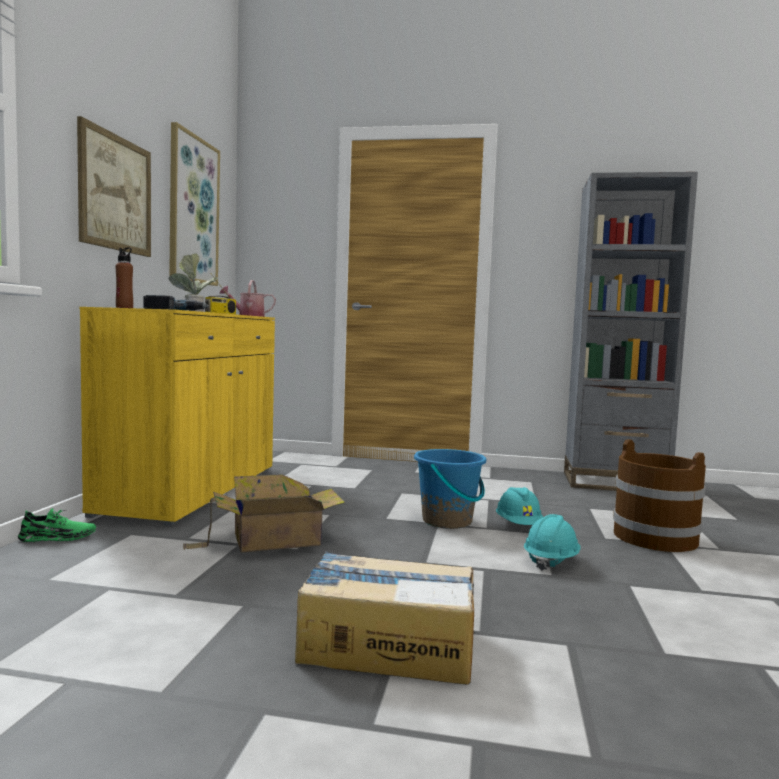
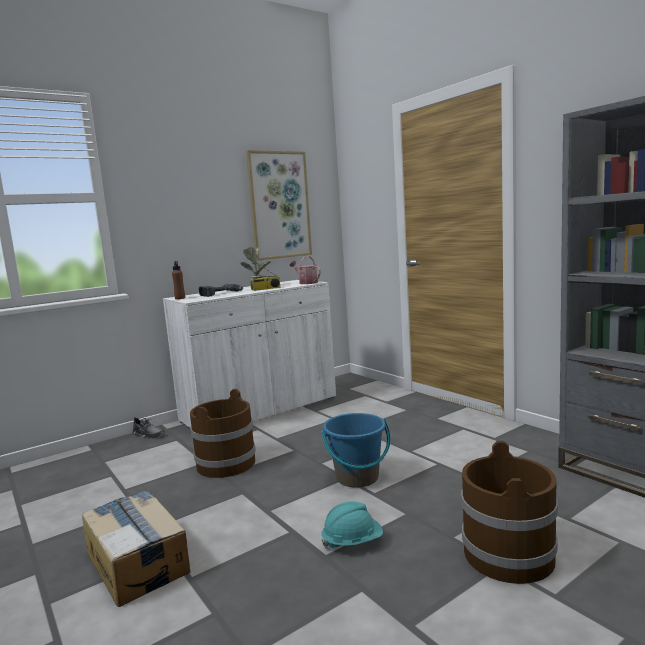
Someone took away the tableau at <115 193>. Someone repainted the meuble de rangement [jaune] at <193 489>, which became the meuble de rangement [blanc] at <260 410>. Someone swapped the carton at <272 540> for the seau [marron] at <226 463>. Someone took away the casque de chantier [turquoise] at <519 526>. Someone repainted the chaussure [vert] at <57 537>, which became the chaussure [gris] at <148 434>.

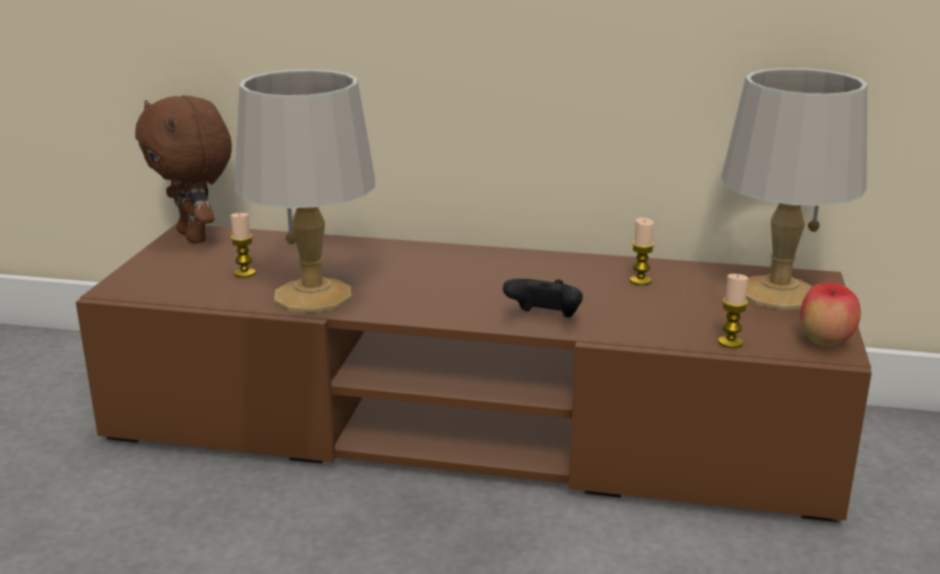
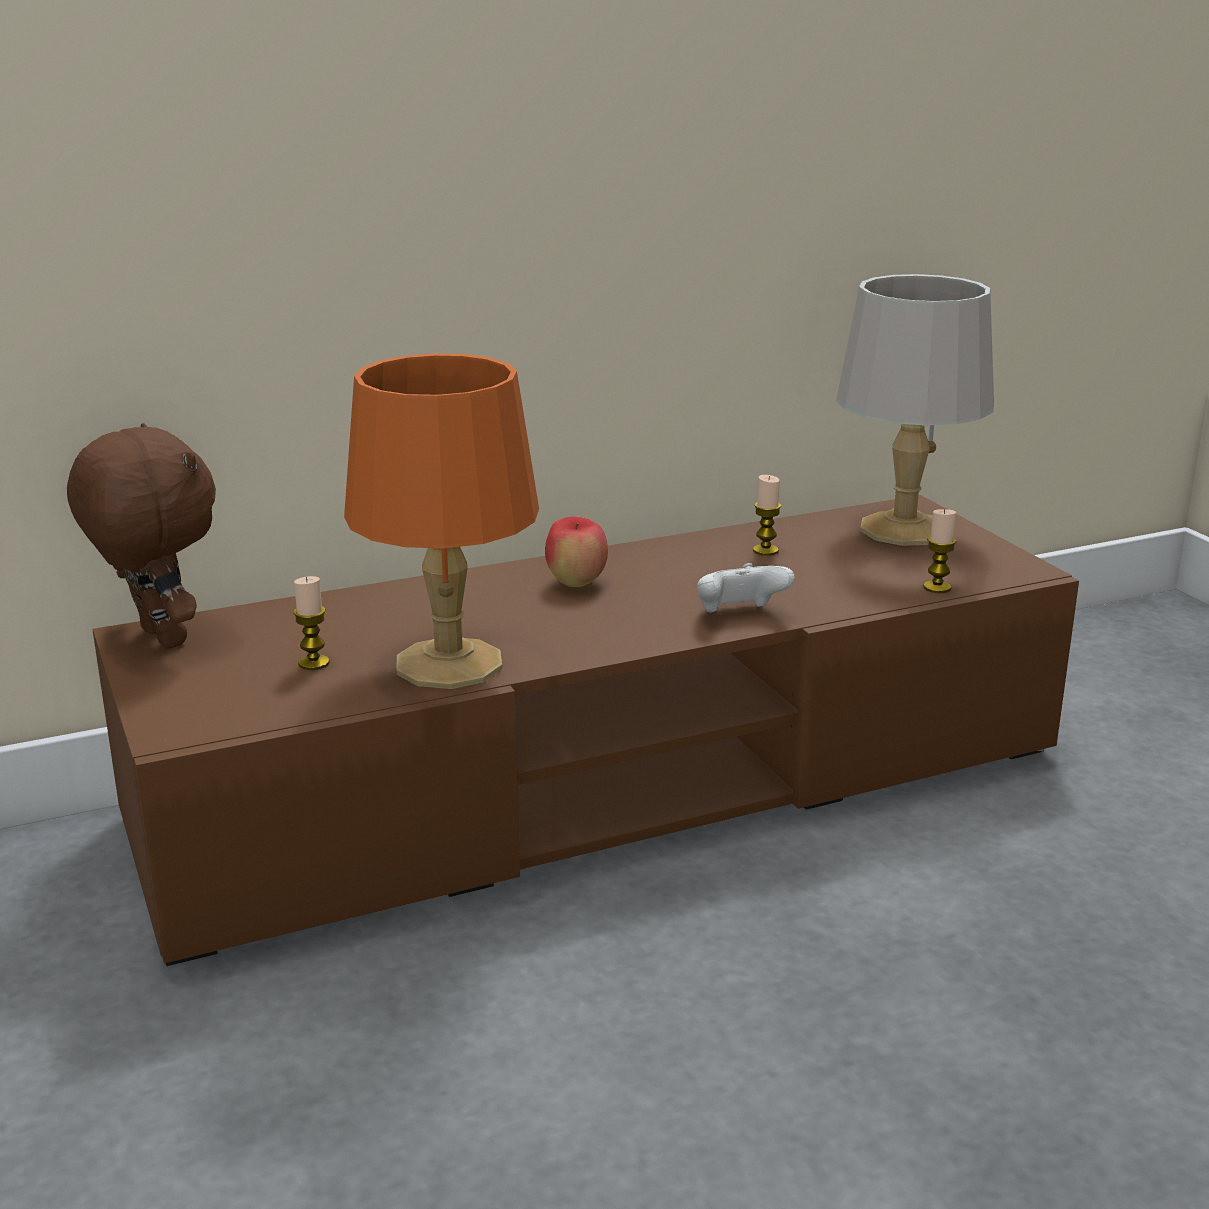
Someone repainted the lampe de table [gris] at <315 296>, which became the lampe de table [orange] at <451 663>. Someone rotated the peluche [marron] at <195 237> by 150 degrees counterclockwise. Someone repainted the manette [noir] at <544 319>, which became the manette [blanc] at <739 615>. Someone carried the pomme from <825 343> to <576 584>.

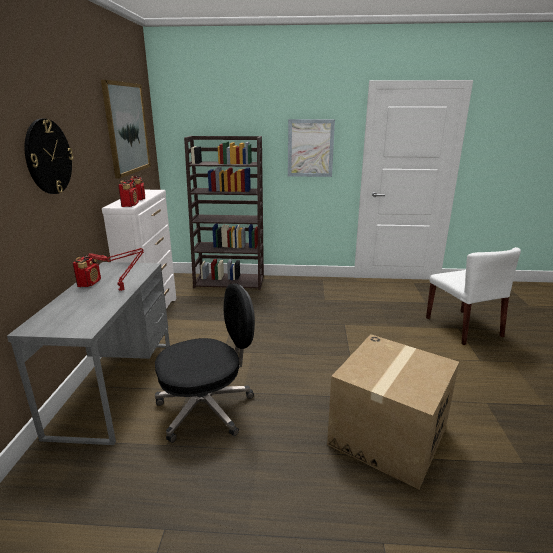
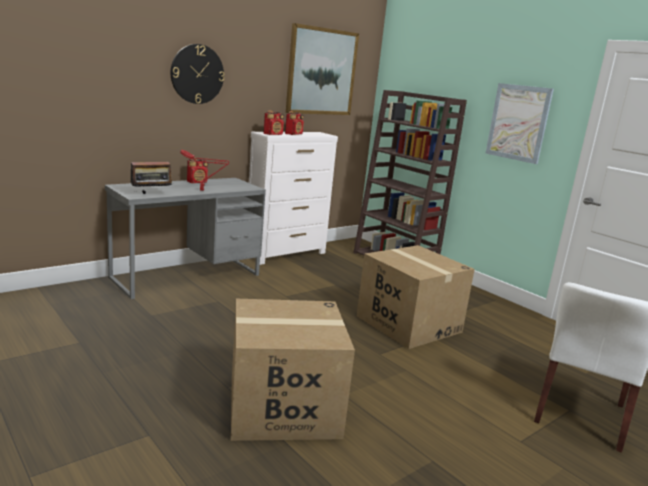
Someone took away the chaise de bureau [noir] at <207 408>. Someone put down the radio at <151 194>. Someone put down the carton at <408 324>.

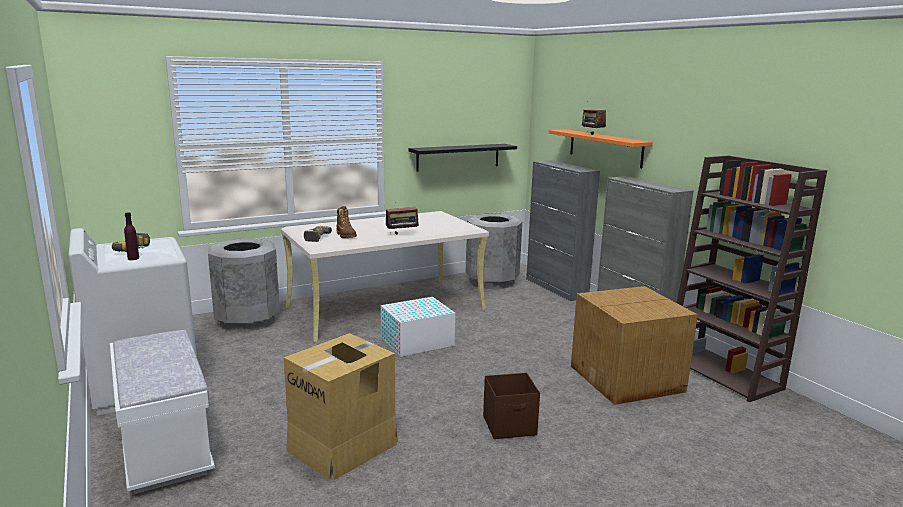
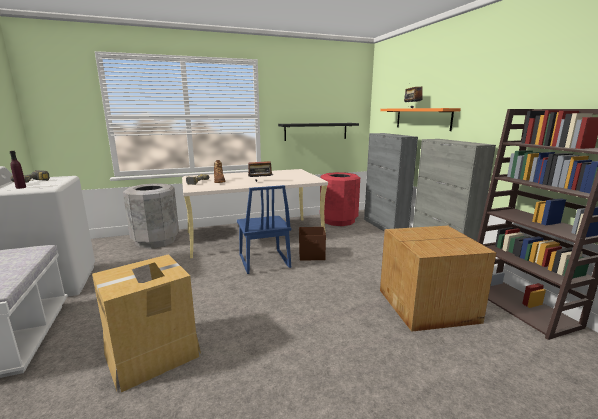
Someone repainted the poubelle [gris] at <492 282>, which became the poubelle [rouge] at <338 221>. Someone swapped the boîte de rangement [blanc] at <416 342> for the chaise [bleu] at <263 262>. Someone carried the boîte de rangement [marron] from <510 426> to <312 255>.

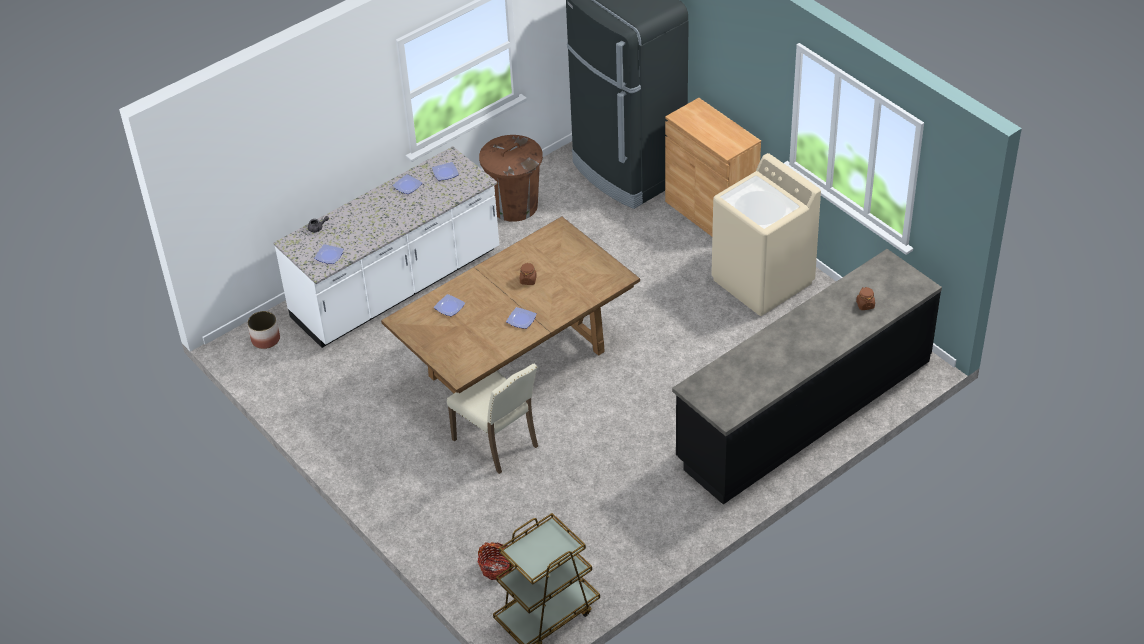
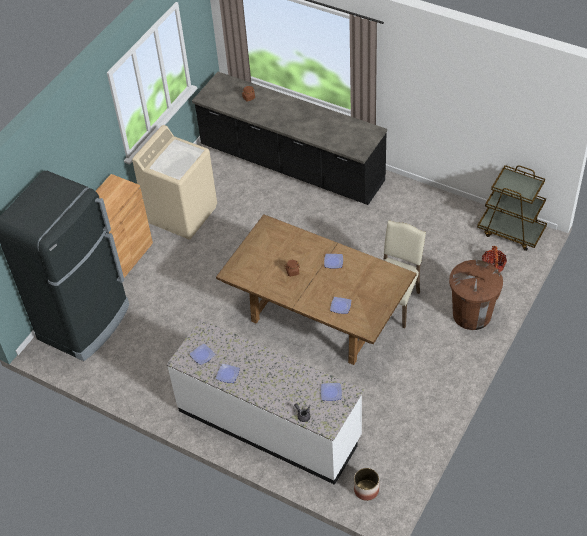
Someone carried the poubelle [marron] from <514 206> to <472 315>.

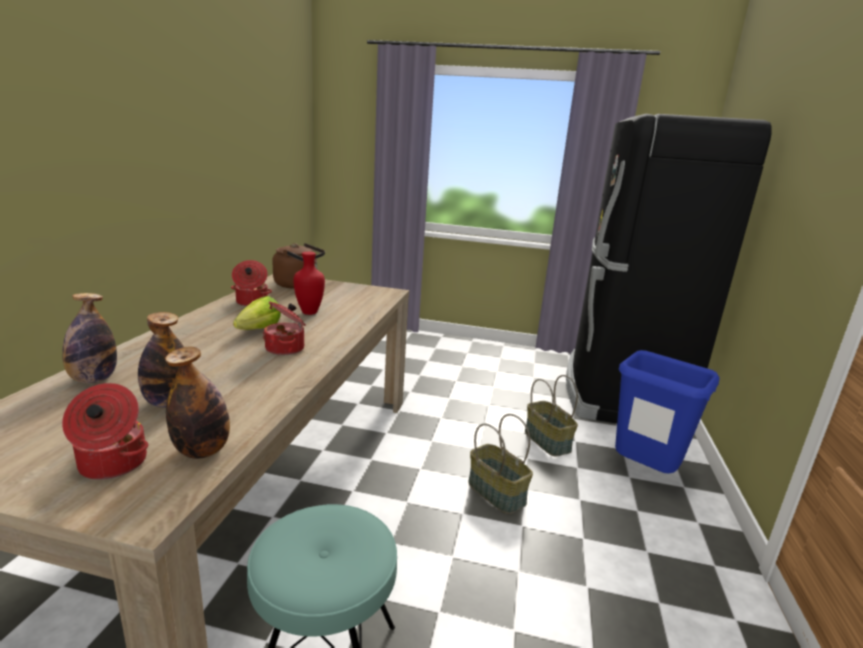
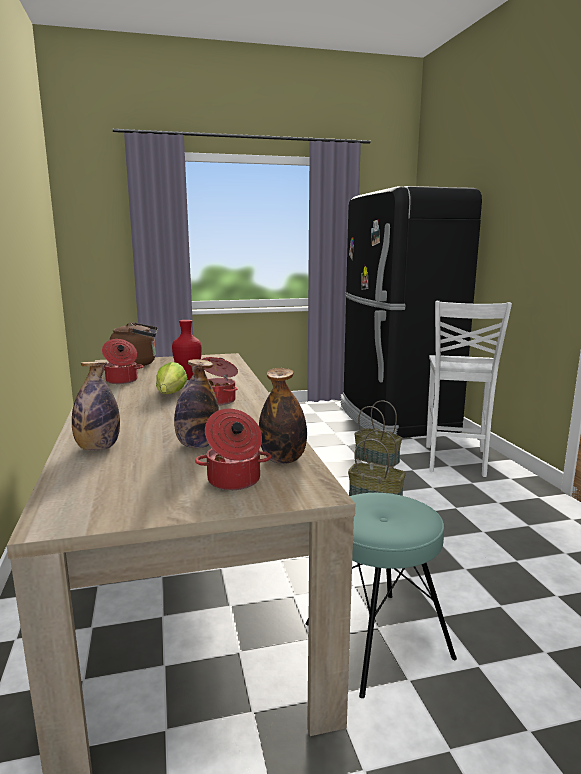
Someone swapped the poubelle [bleu] at <642 473> for the chaise [blanc] at <455 461>.

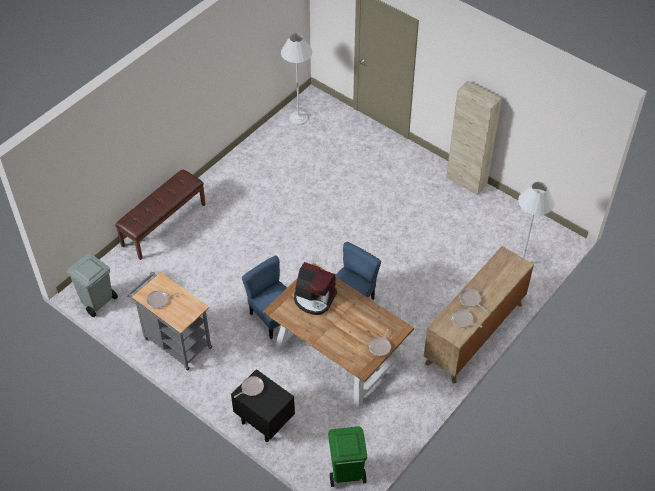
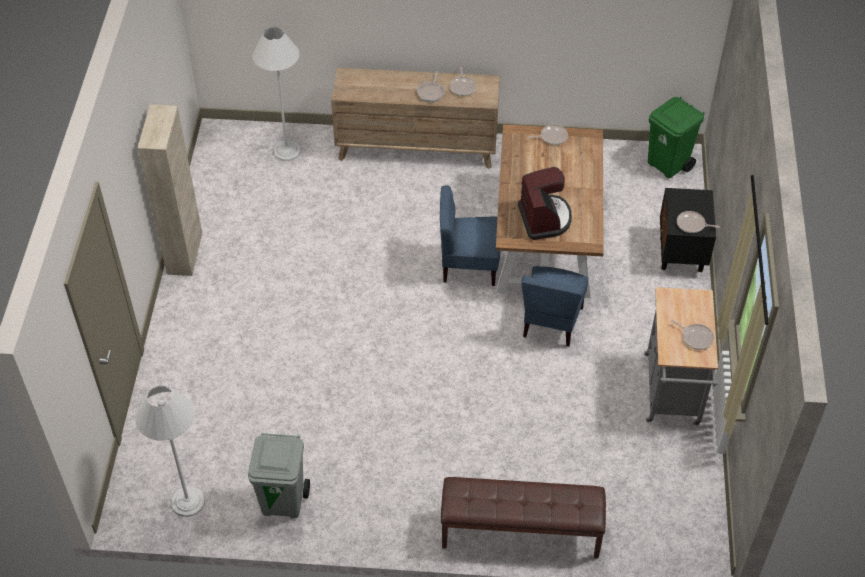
Someone carried the poubelle [gris] from <97 302> to <284 501>.

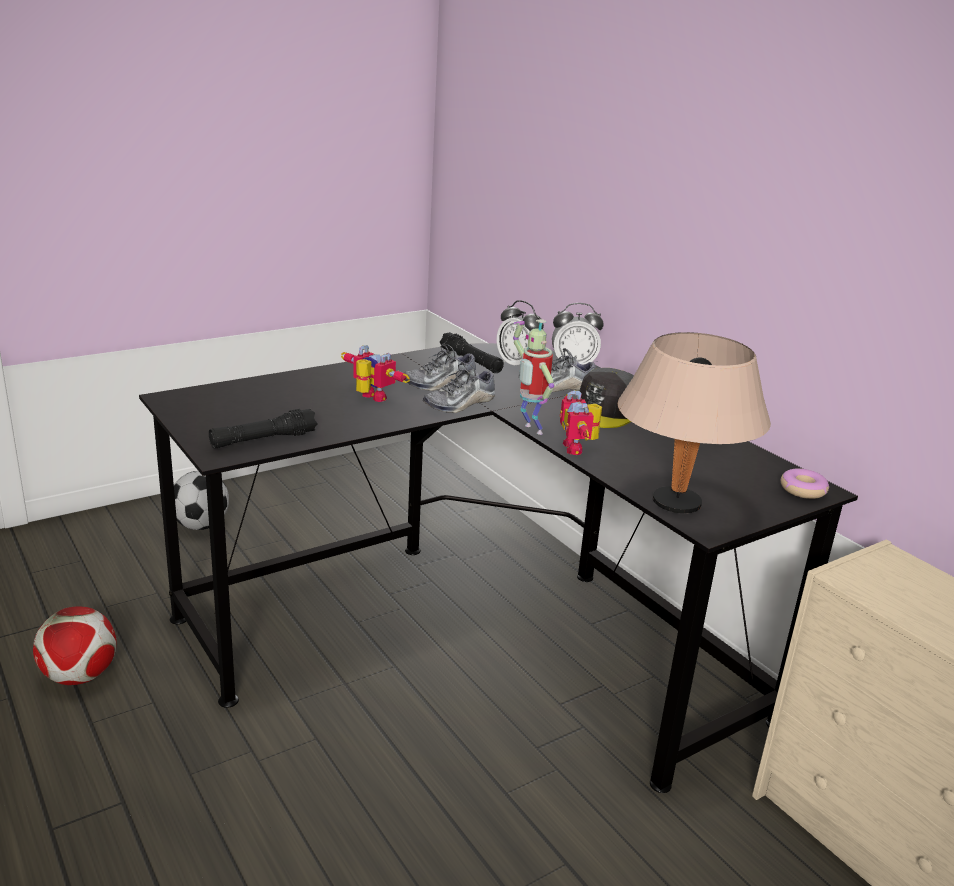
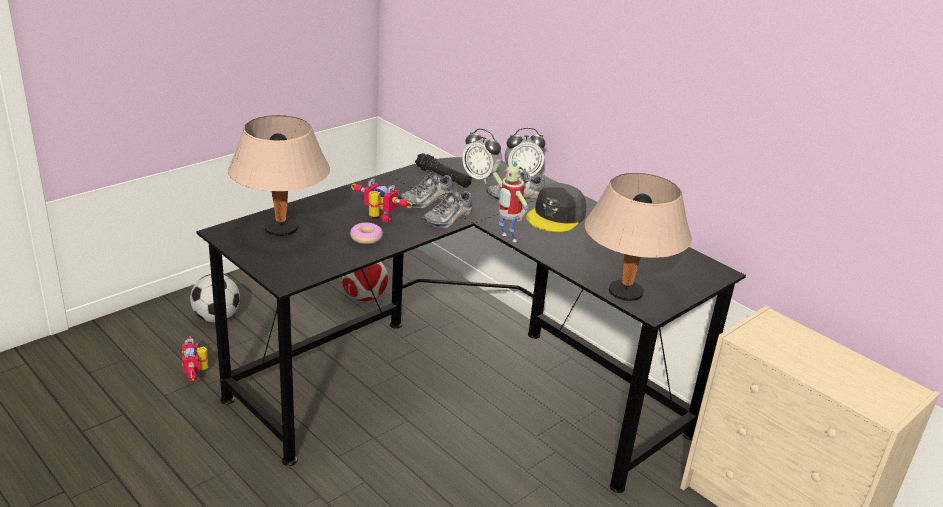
Someone carried the robot jouet from <578 448> to <196 374>. Someone took away the lampe de poche [noir] at <263 440>. Someone carried the beignet from <803 490> to <366 238>. Someone carried the ballon de foot from <80 676> to <364 297>. Someone put down the lampe de table [beige] at <281 229>.

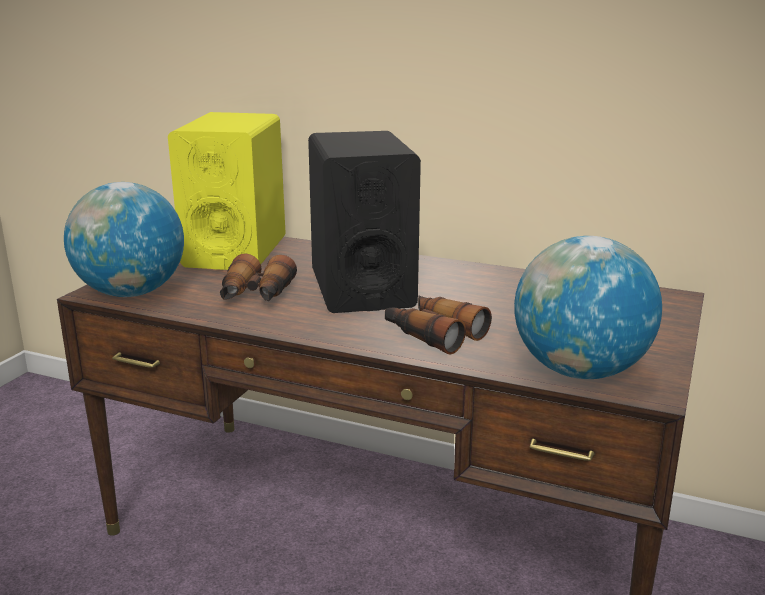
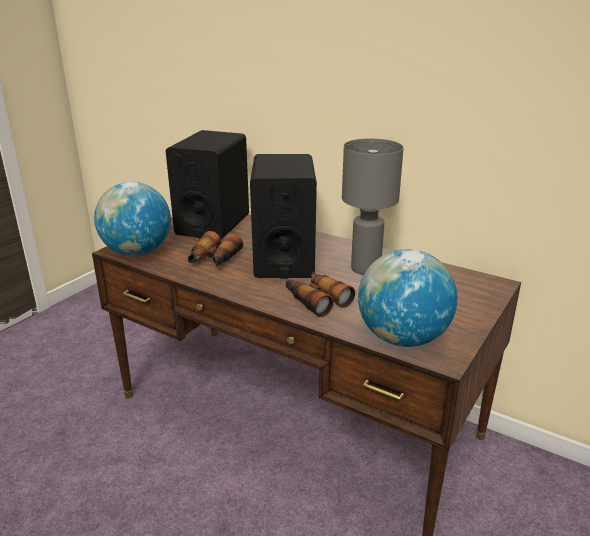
Someone repainted the enceinte [jaune] at <235 251>, which became the enceinte [noir] at <213 224>. Someone put down the lampe de table [gris] at <365 268>.

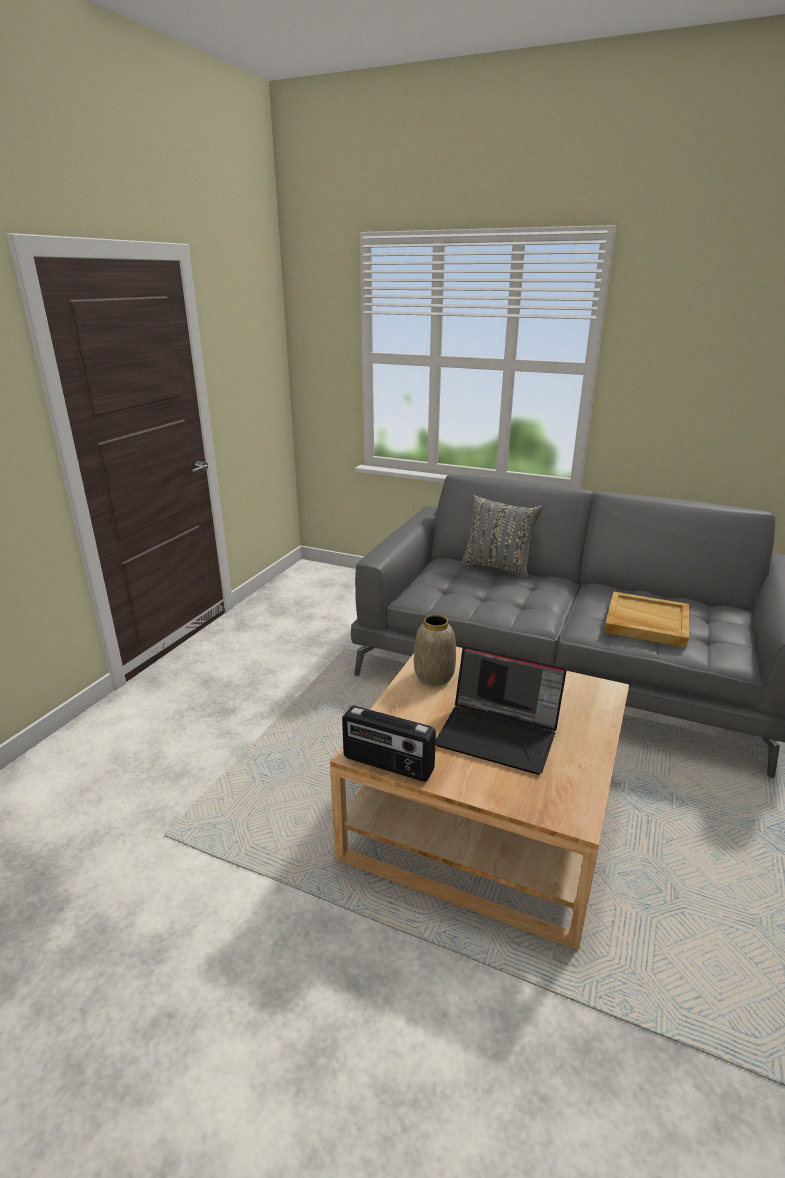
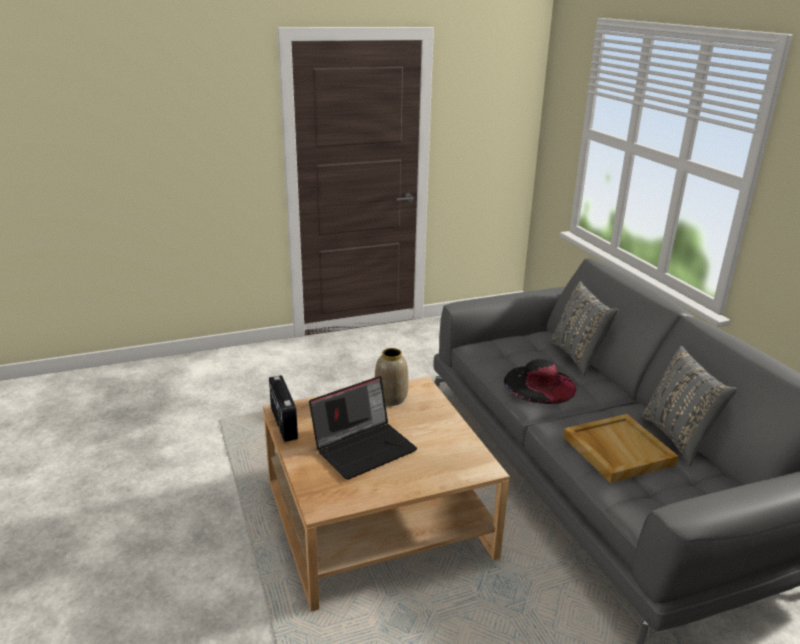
Someone rotated the ordinateur portable at <499 735> by 105 degrees counterclockwise. Someone put down the coussin [gris] at <678 437>. Someone put down the chapeau [noir] at <539 384>.

